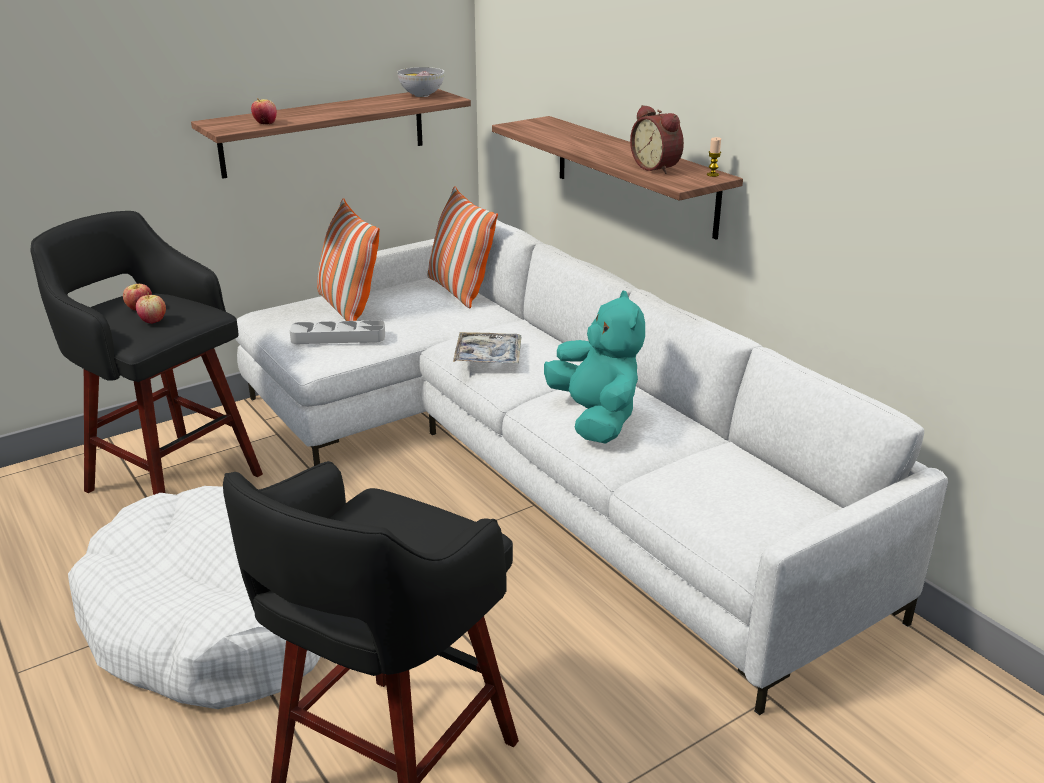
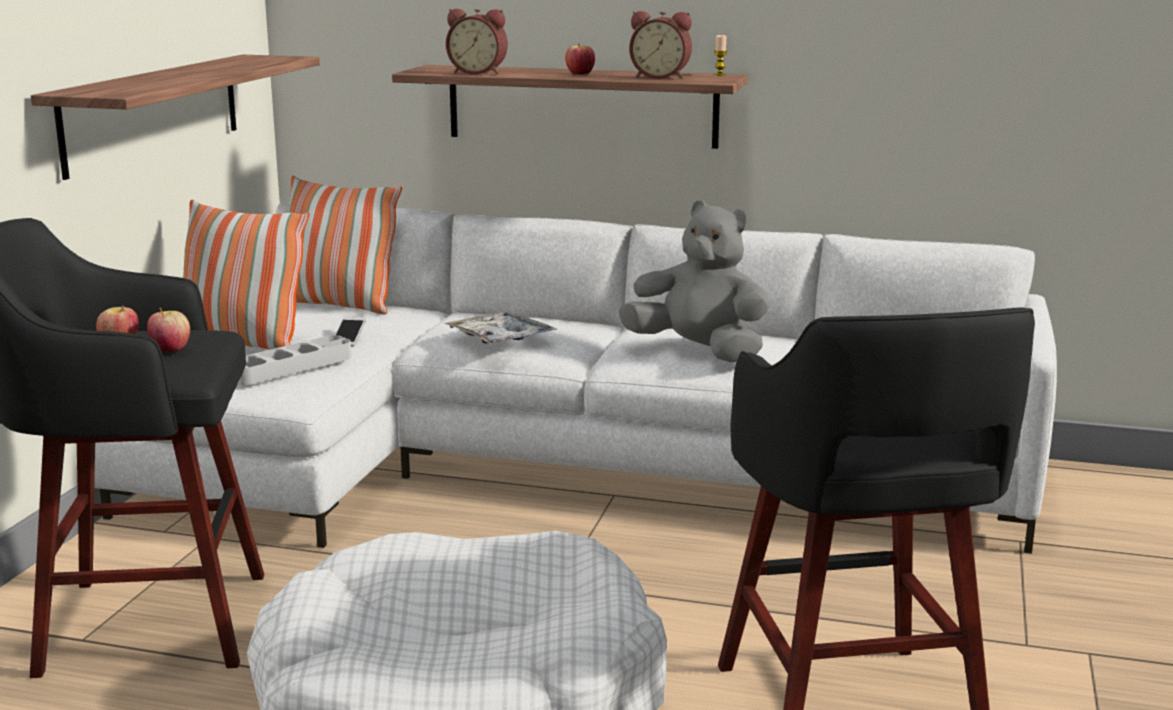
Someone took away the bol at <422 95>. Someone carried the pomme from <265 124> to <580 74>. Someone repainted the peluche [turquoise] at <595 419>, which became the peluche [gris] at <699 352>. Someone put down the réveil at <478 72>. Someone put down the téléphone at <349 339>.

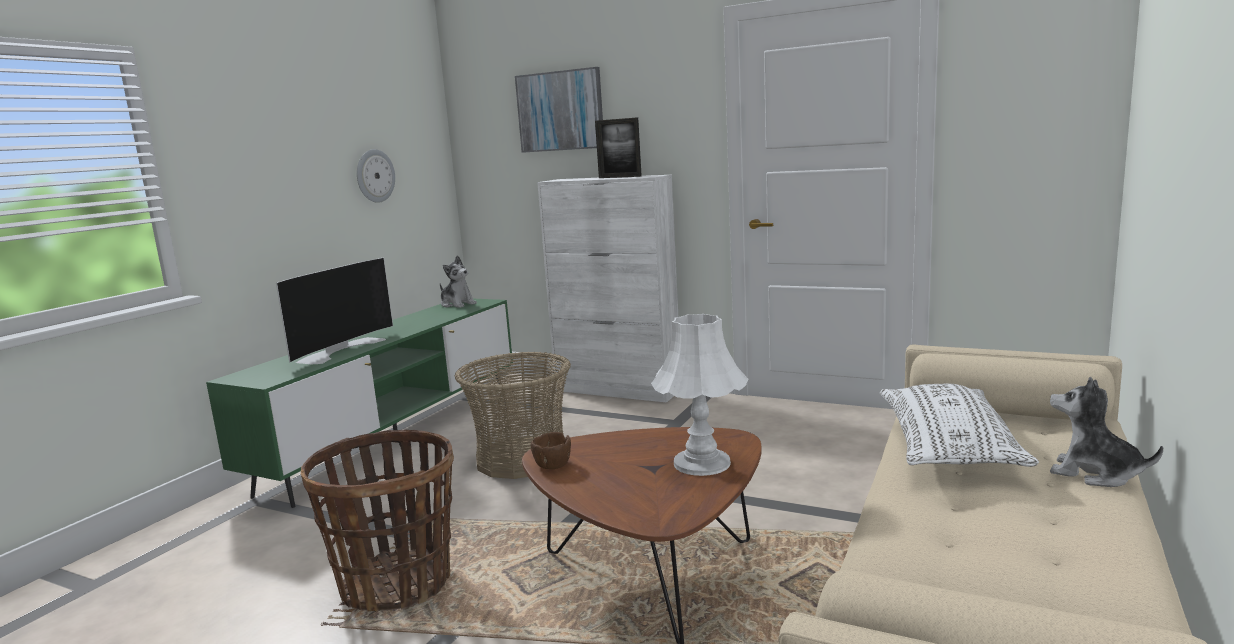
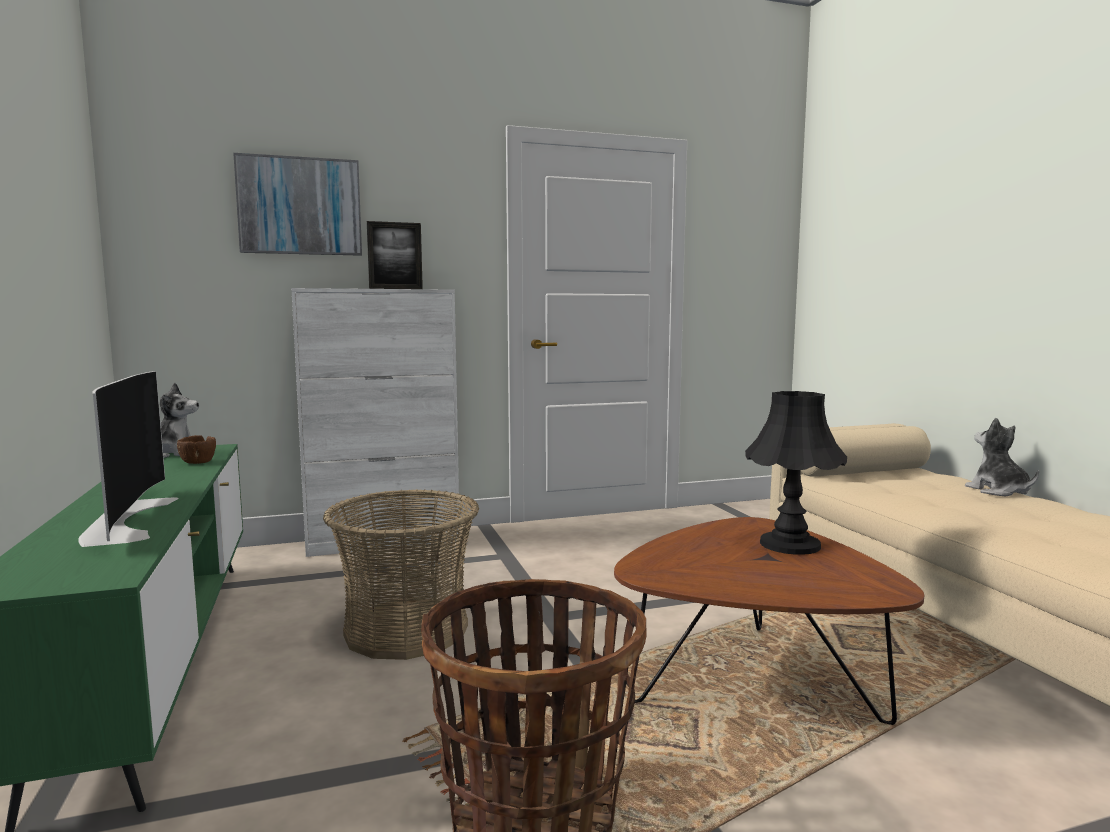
Someone took away the horloge murale at <374 176>. Someone repainted the lampe de table [blanc] at <702 463>, which became the lampe de table [noir] at <790 544>. Someone rotated the peluche at <1094 474> by 75 degrees clockwise. Someone took away the coussin [blanc] at <947 447>. Someone carried the bol [marron] from <552 465> to <198 462>.

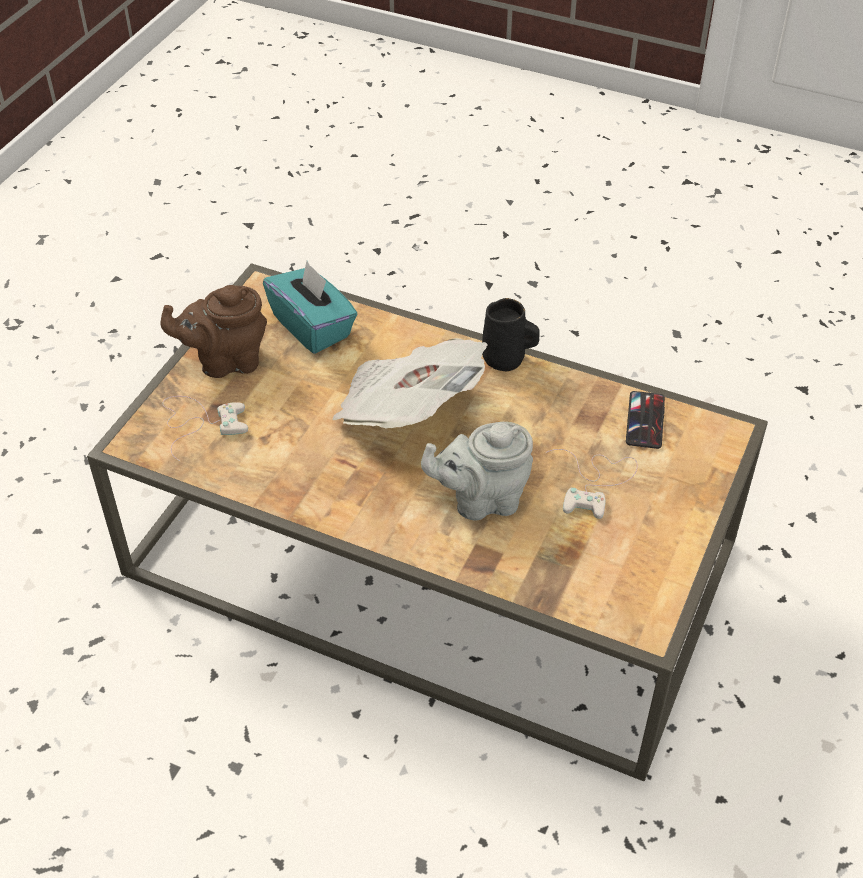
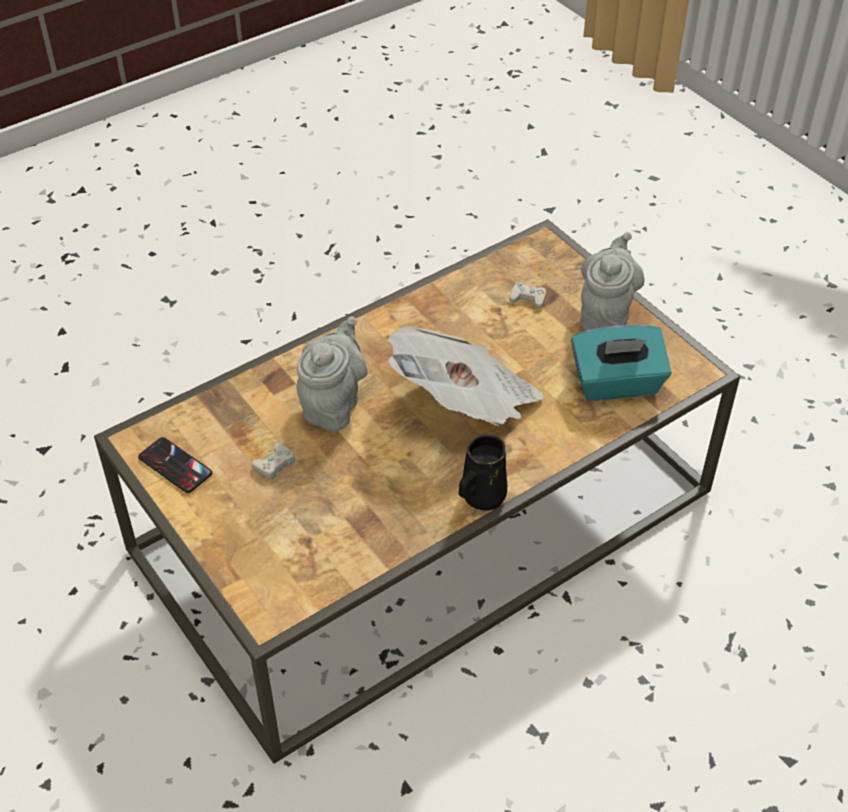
Someone repainted the théière [marron] at <226 361>, which became the théière [gris] at <605 317>. Someone carried the téléphone from <645 420> to <175 465>.

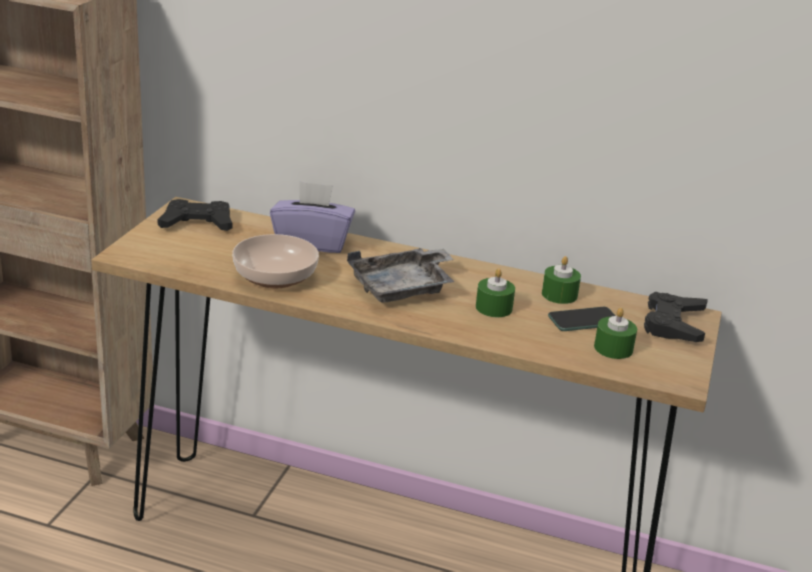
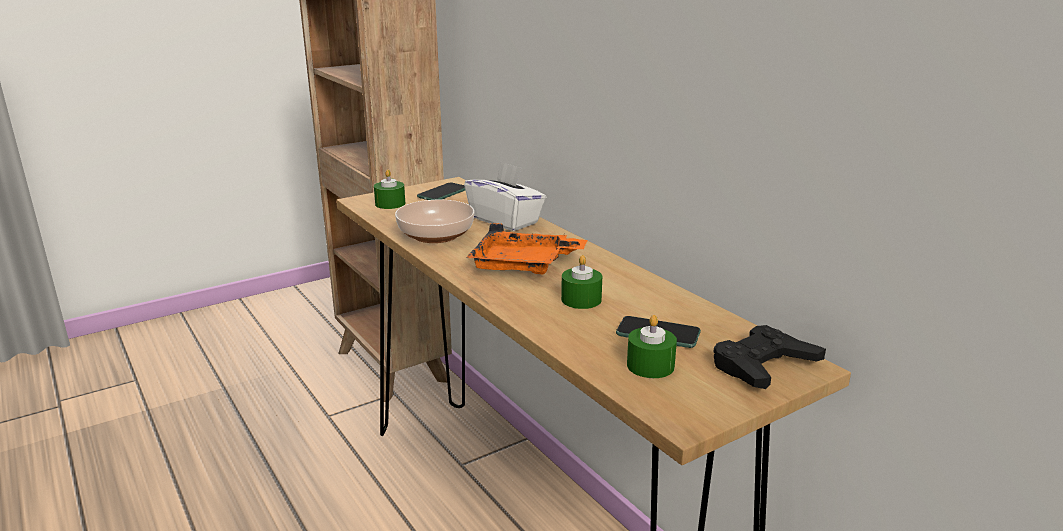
Someone repainted the boîte à mouchoirs [violet] at <312 242>, which became the boîte à mouchoirs [blanc] at <506 220>. Someone swapped the manette [noir] at <197 223> for the téléphone at <443 193>. Someone repainted the plateau [gris] at <403 288>, which became the plateau [orange] at <523 265>. Someone carried the bougie [vert] from <559 294> to <390 204>.

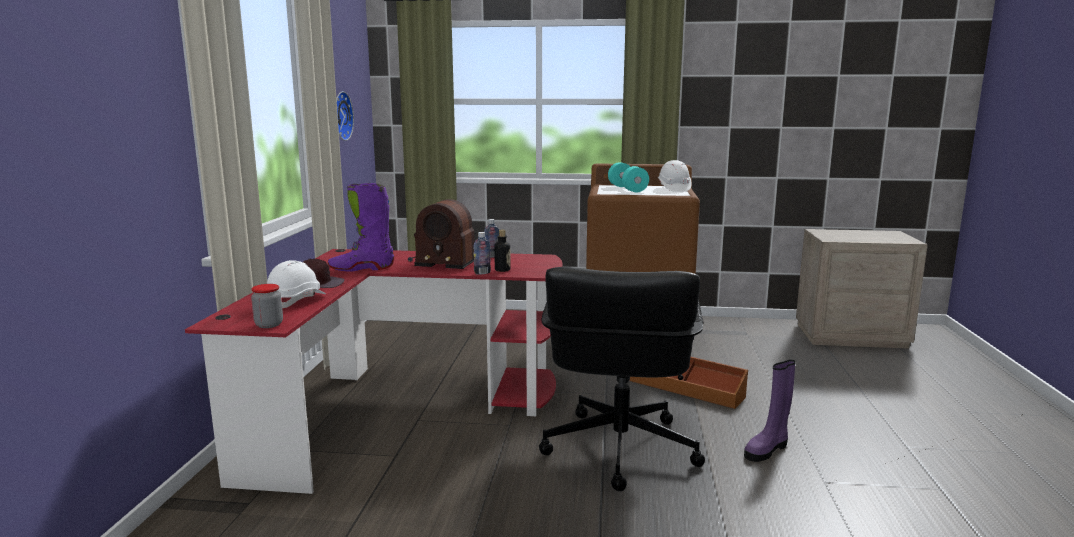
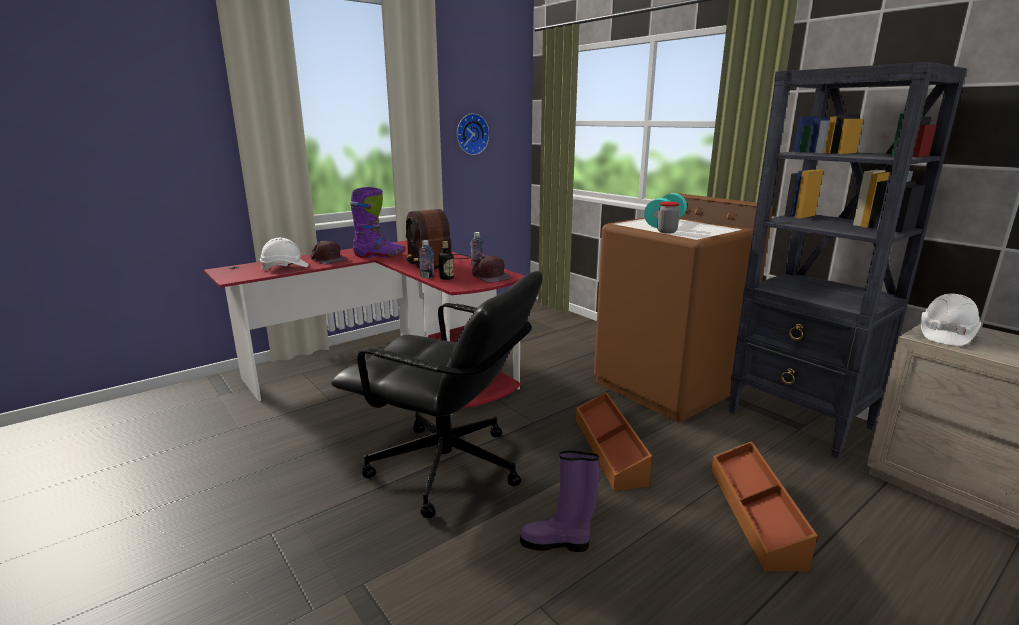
Someone carried the casque de chantier [blanc] from <674 189> to <945 335>. Someone rotated the botte [violet] at <361 268> by 135 degrees clockwise. Someone rotated the chaise de bureau [noir] at <618 449> by 120 degrees counterclockwise. Someone carried the bocal from <269 324> to <666 232>. Someone put down the bibliothèque [noir] at <800 420>. Someone put down the casquette [marron] at <490 276>. Someone put down the boîte de rangement [marron] at <756 514>.

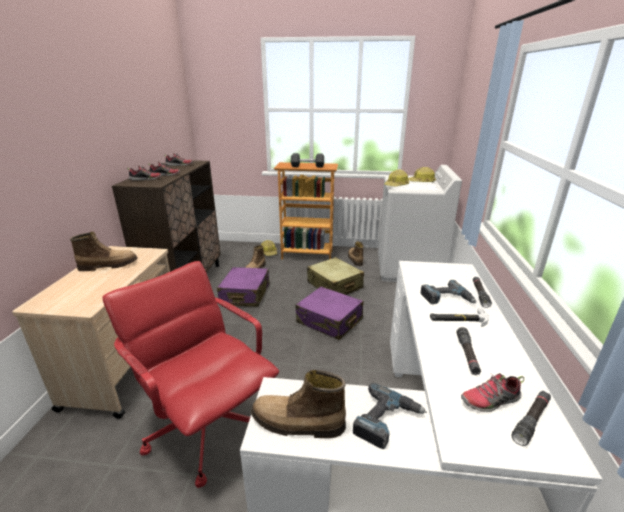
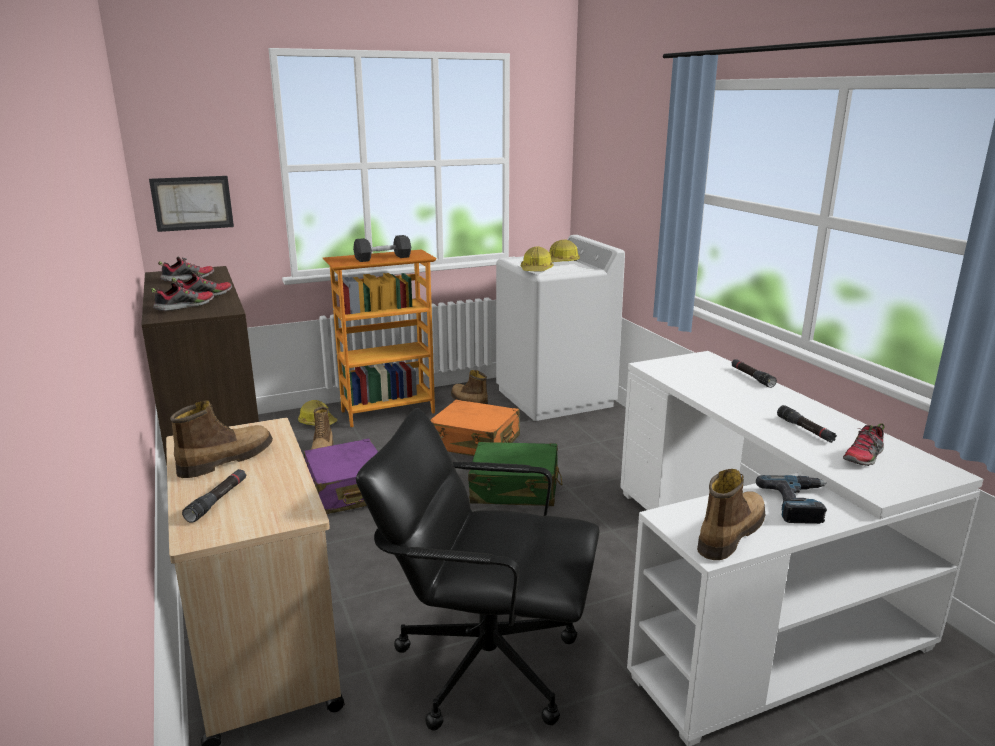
Someone repainted the valise [beige] at <334 285>, which became the valise [orange] at <475 443>. Someone repainted the chaise de bureau [rouge] at <207 426>, which became the chaise de bureau [noir] at <485 663>. Someone took away the perceuse at <446 298>. Someone repainted the valise [violet] at <329 321>, which became the valise [vert] at <515 488>. Someone took away the marteau at <458 319>. Someone rotated the botte at <297 423> by 150 degrees clockwise. Someone carried the lampe de poche [noir] from <531 420> to <217 500>. Someone put up the tableau at <192 203>.

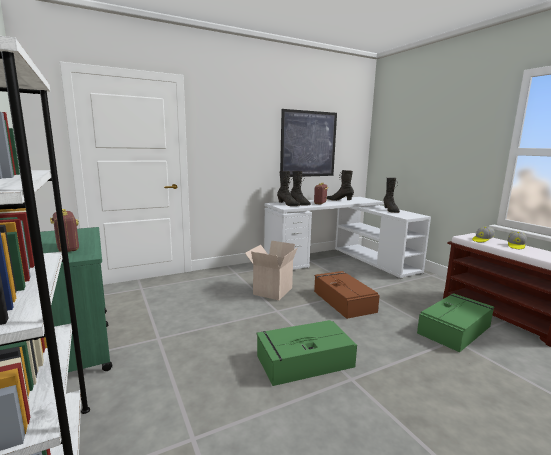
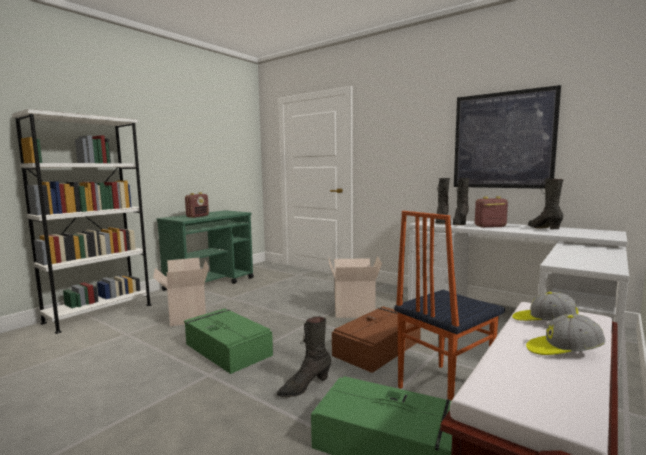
Someone carried the botte [noir] from <390 210> to <304 387>. Someone put down the chaise at <442 388>. Someone put down the carton at <186 316>.

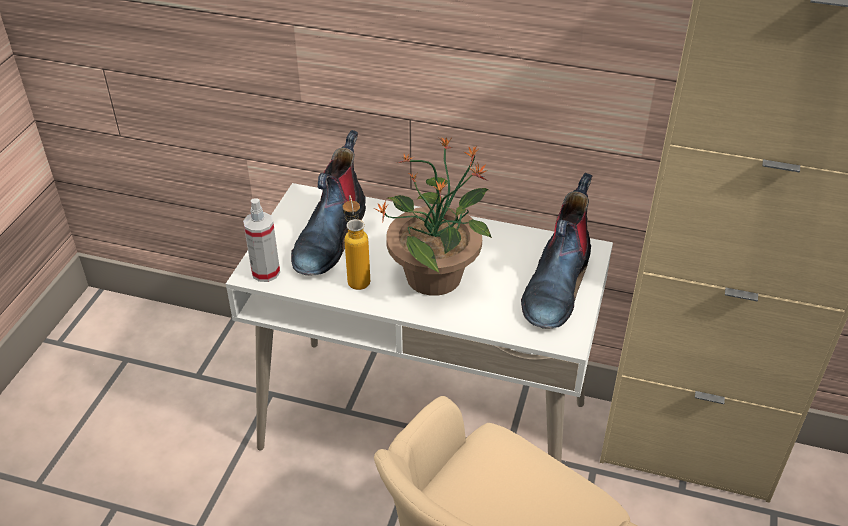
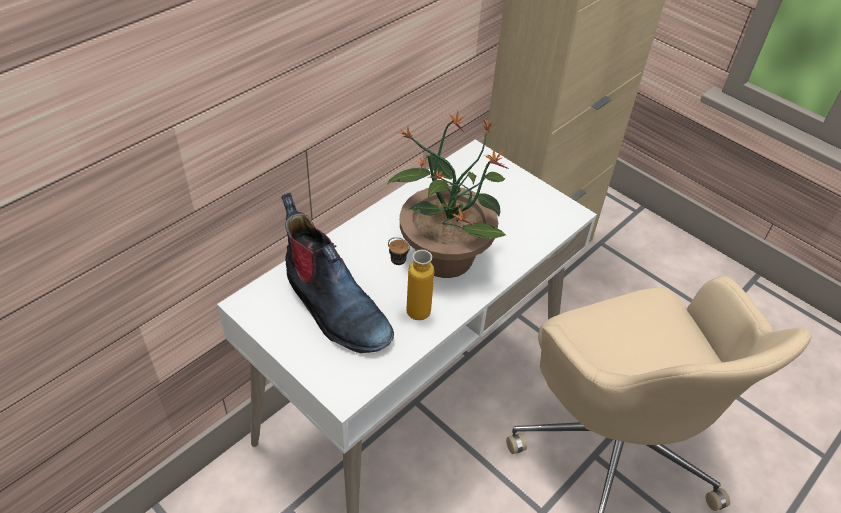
Someone took away the botte at <556 285>. Someone took away the vaporisateur at <265 272>.

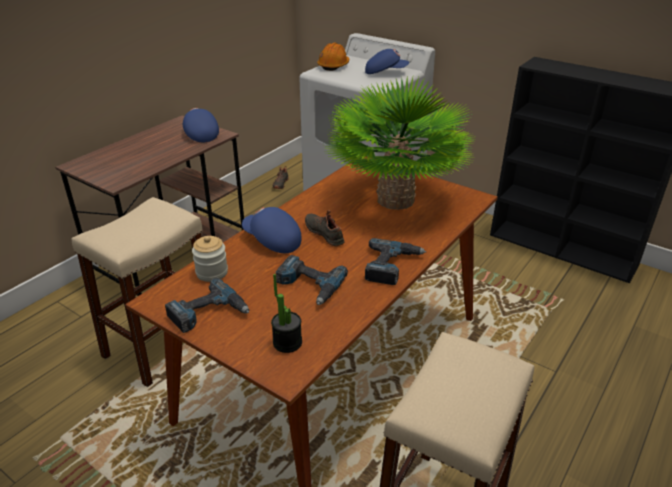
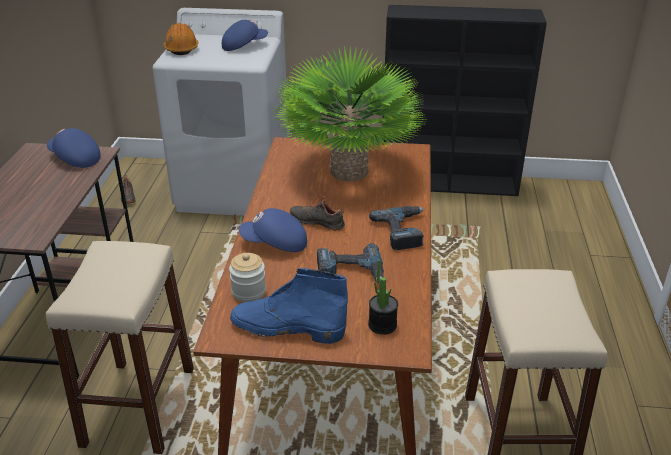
Someone swapped the perceuse at <208 313> for the botte [bleu] at <286 328>.

